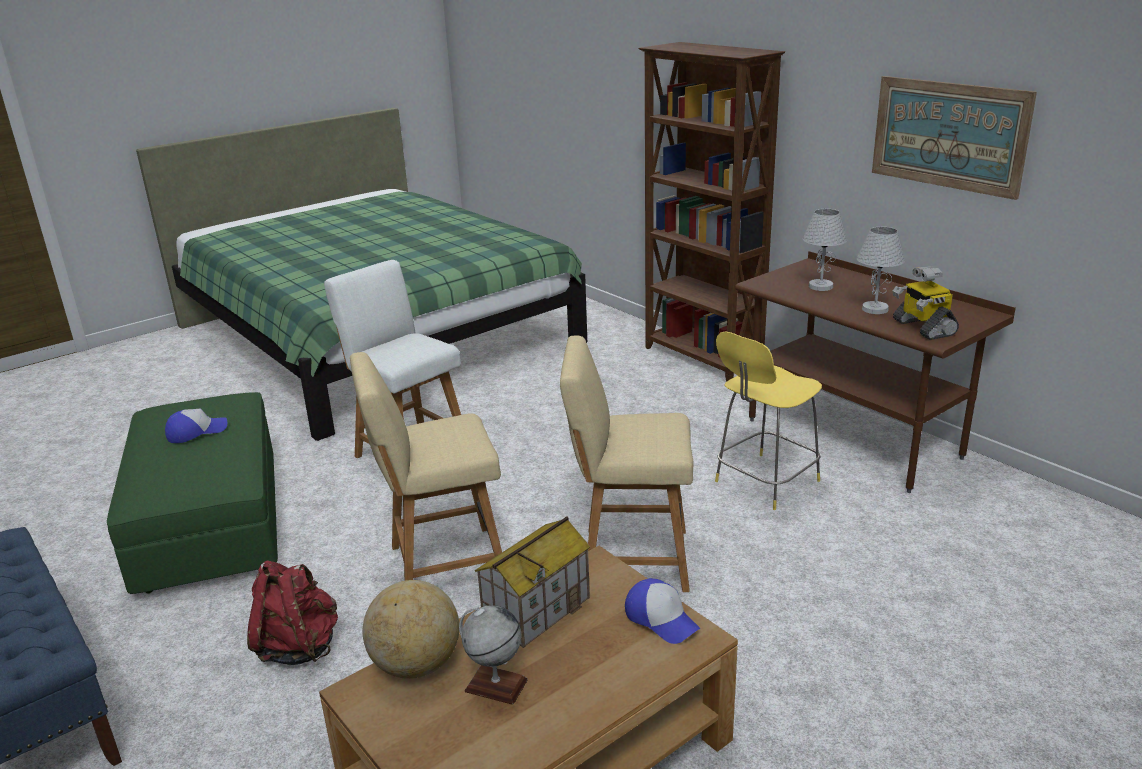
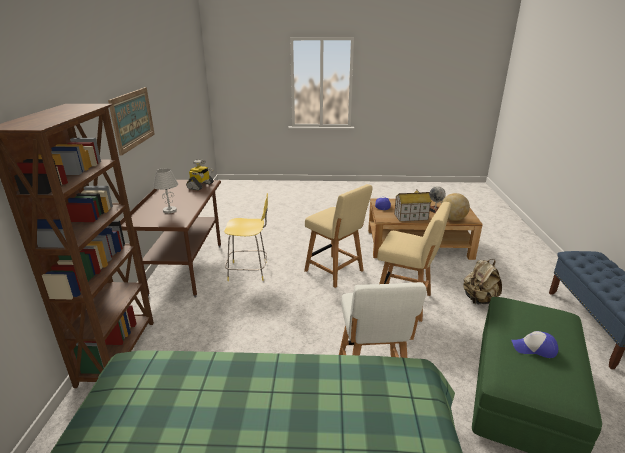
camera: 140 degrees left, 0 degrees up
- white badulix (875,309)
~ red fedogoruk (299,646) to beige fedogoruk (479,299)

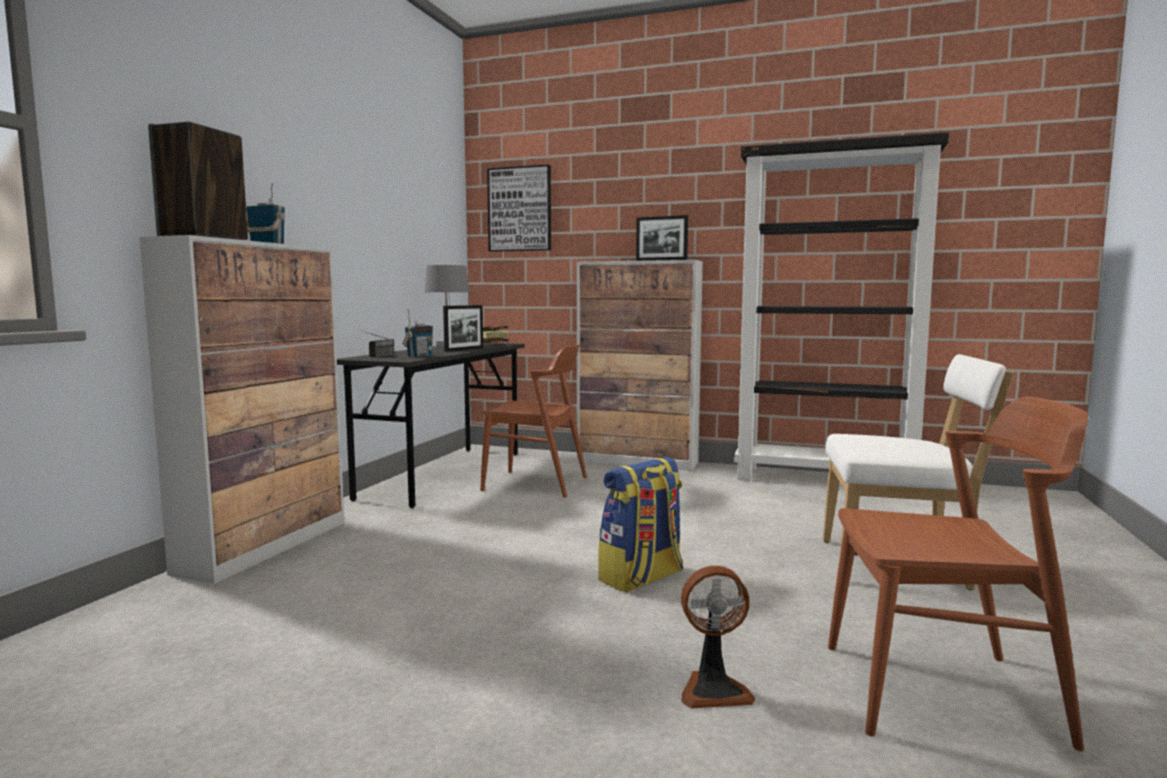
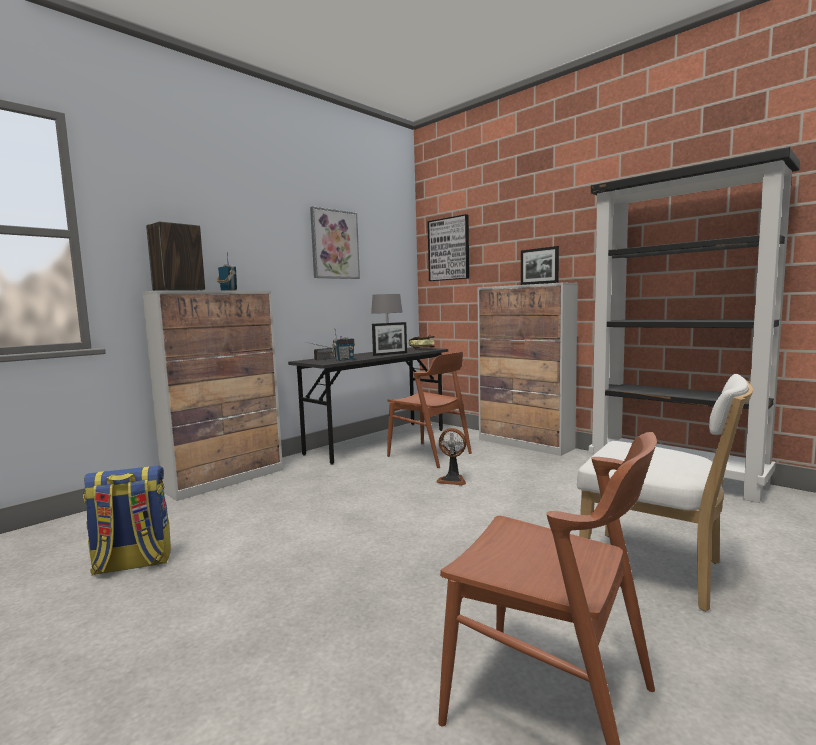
camera: 25 degrees right, 0 degrees up
+ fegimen (334,244)
~ fedogoruk (642,578) to (132,563)
~ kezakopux (713,690) to (452,480)

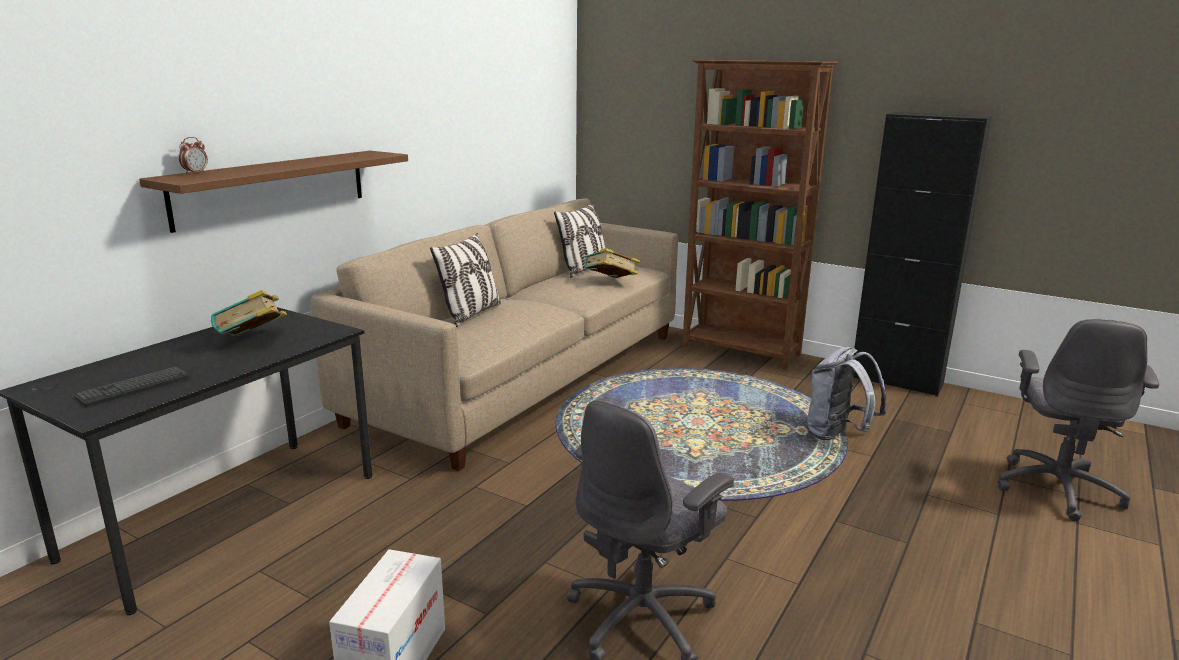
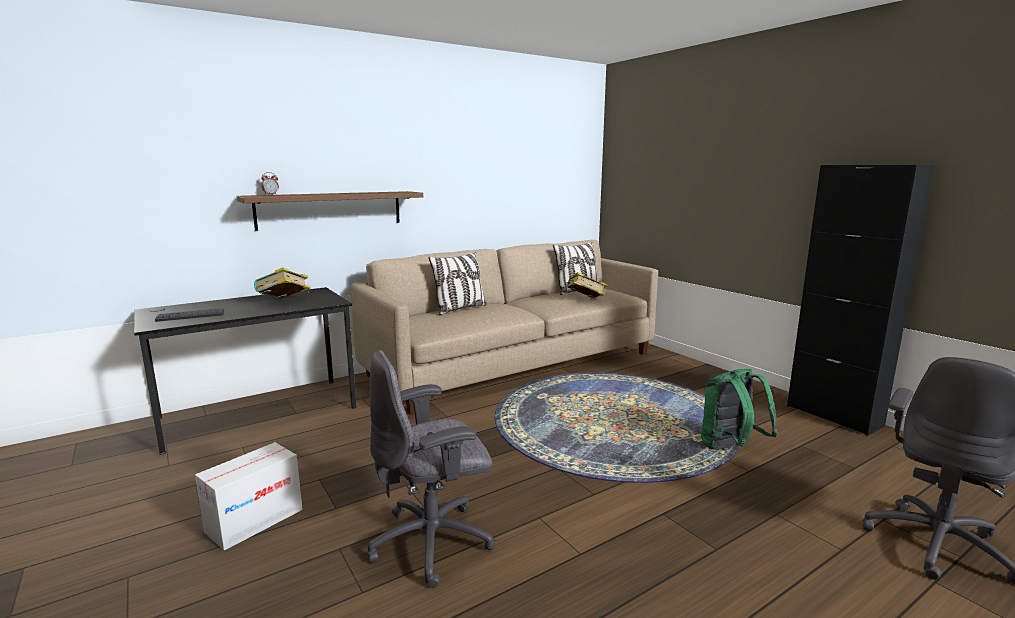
camera: 25 degrees right, 5 degrees down
- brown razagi (741,351)
~ grey fedogoruk (838,435) to green fedogoruk (730,448)

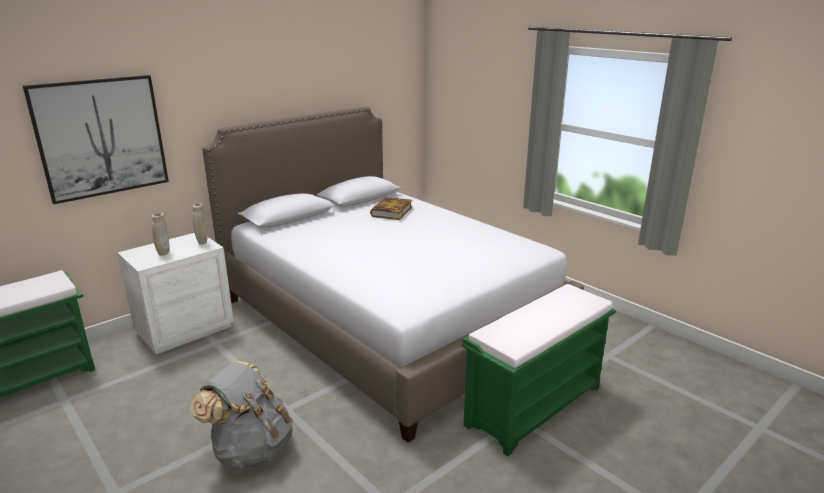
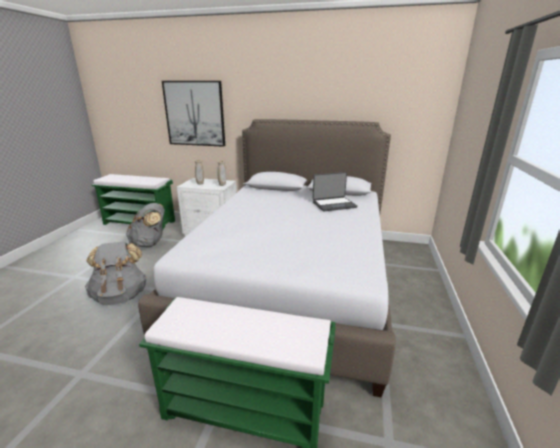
camera: 55 degrees right, 0 degrees up
+ grey fedogoruk (150,243)
~ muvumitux (391,212) to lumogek (334,204)

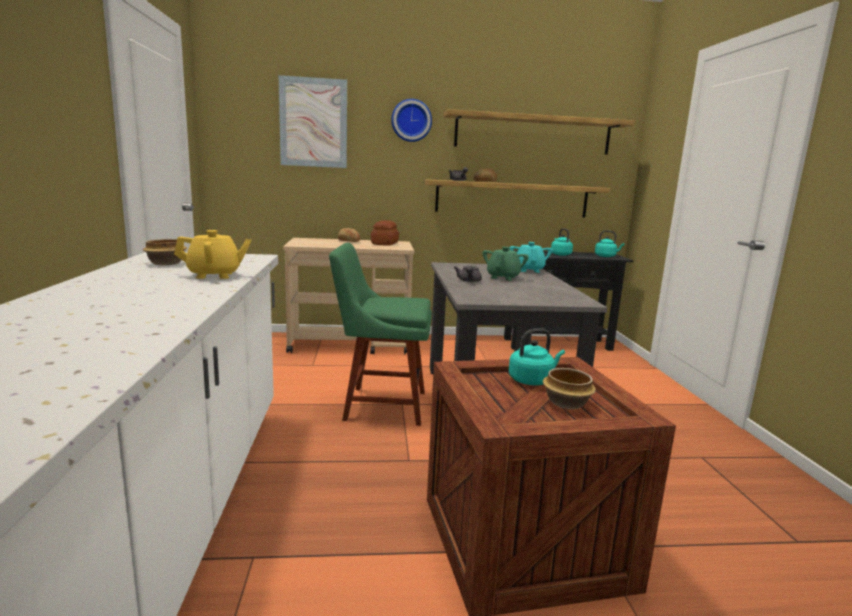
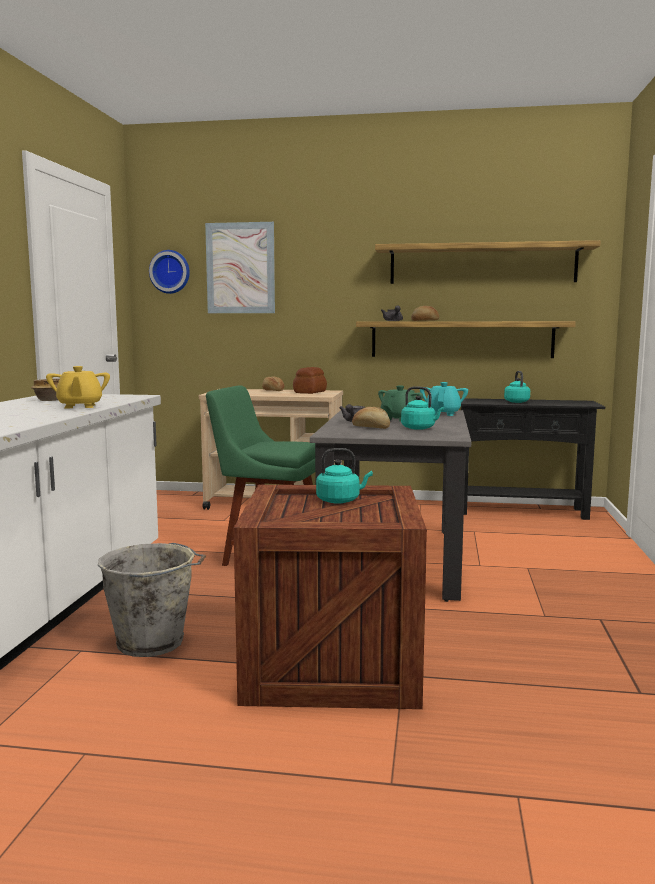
camera: 15 degrees right, 5 degrees down
- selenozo (566,403)
+ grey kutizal (153,642)
+ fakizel (371,427)
~ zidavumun (411,120) to (170,272)
~ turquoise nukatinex (606,256) to (420,428)
~ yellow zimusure (215,275) = (79,406) 75 degrees clockwise

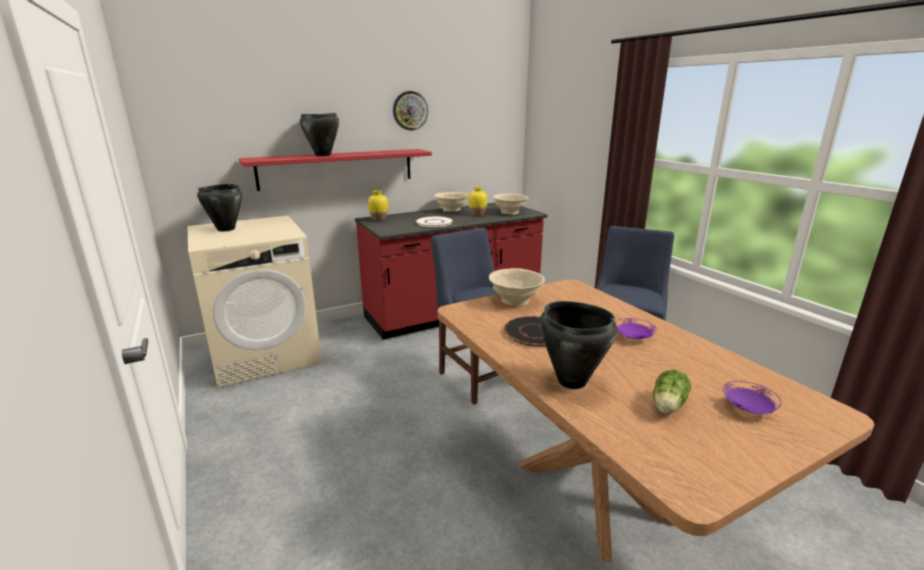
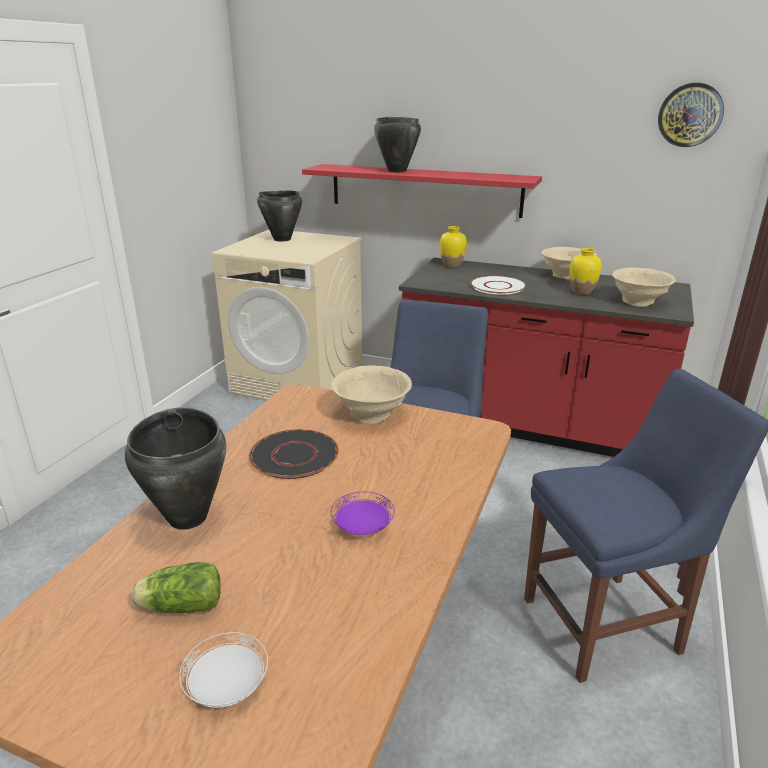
camera: 50 degrees right, 5 degrees up
~ zidavumun (410,110) to (690,115)
~ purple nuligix (747,409) to white nuligix (227,686)

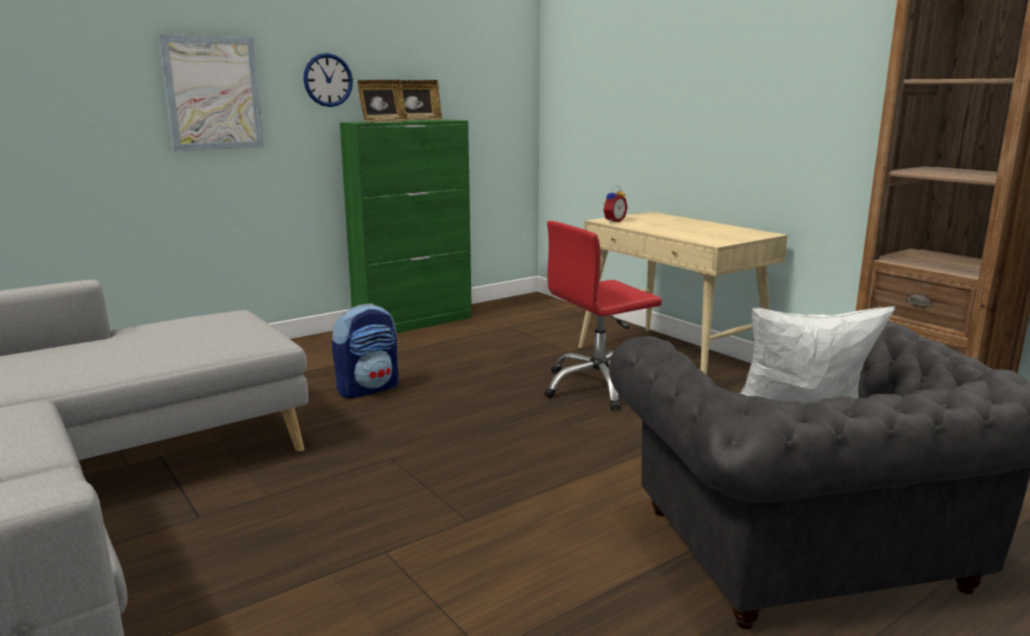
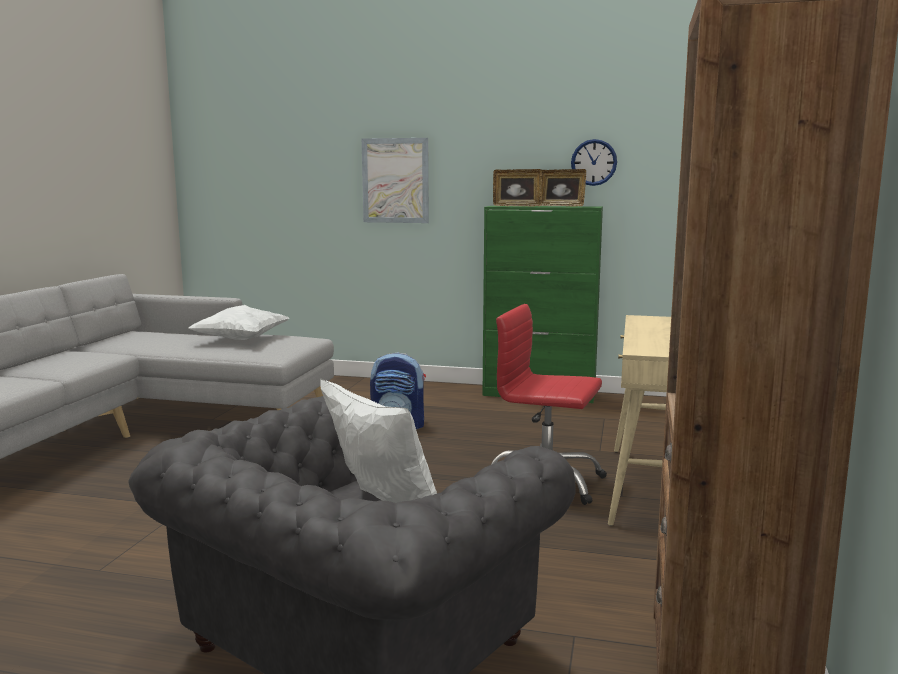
camera: 50 degrees right, 5 degrees down
- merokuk (613,221)
+ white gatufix (241,340)
~ zidavumun (328,80) to (594,162)

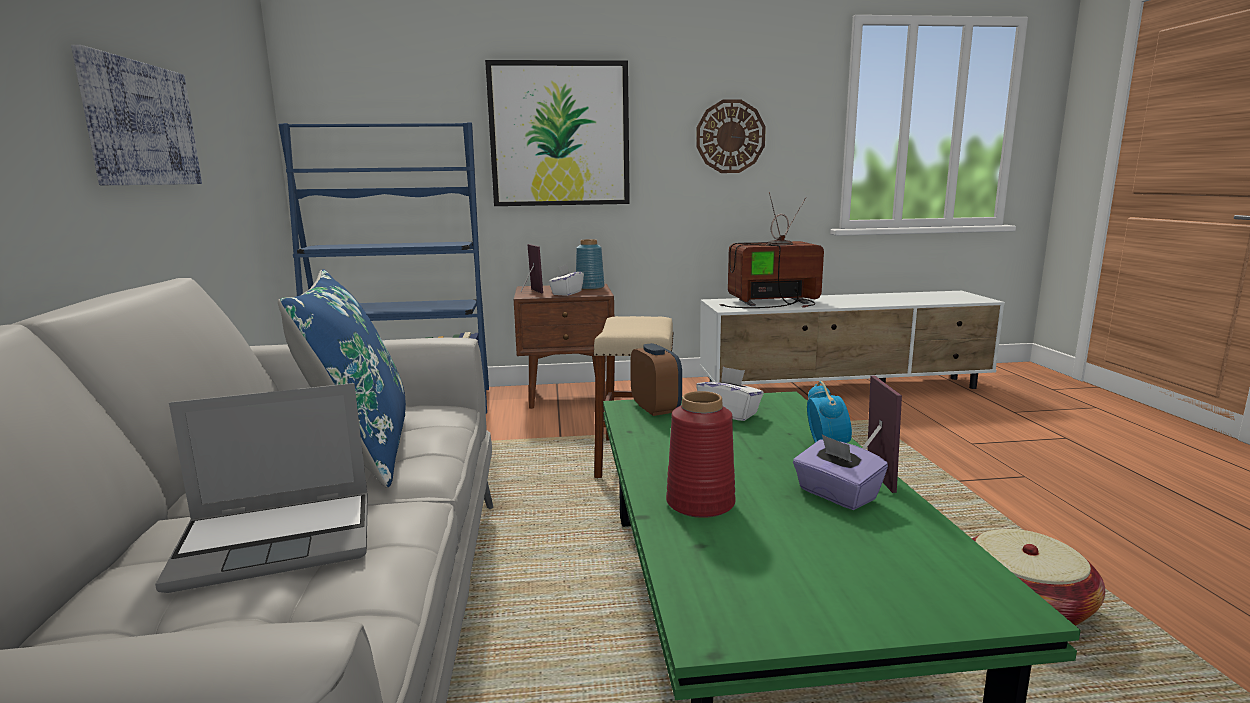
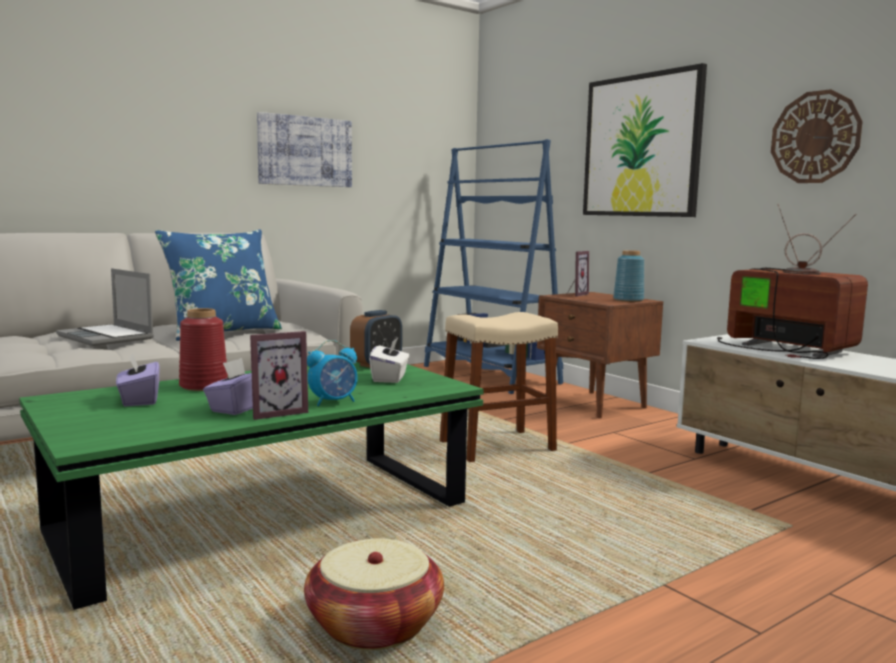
camera: 60 degrees right, 5 degrees down
- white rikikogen (566,293)
+ purple rikikogen (139,400)

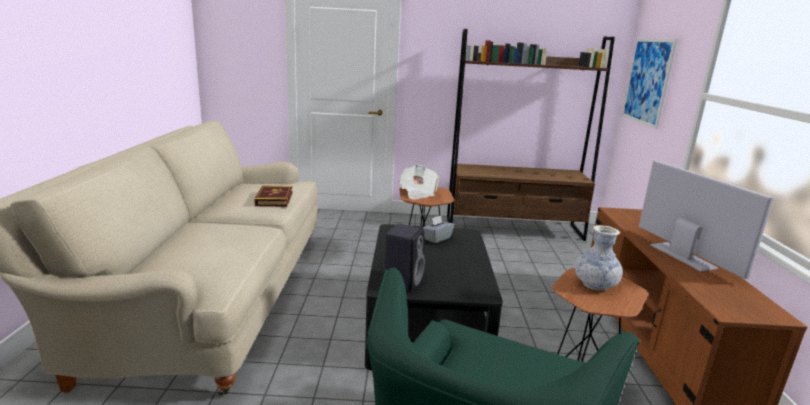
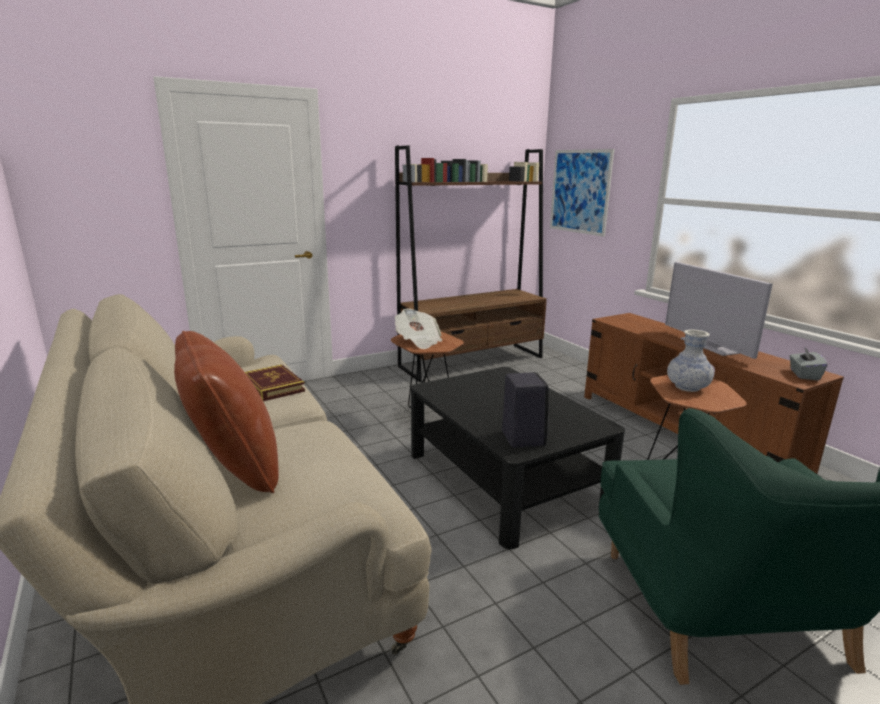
camera: 30 degrees left, 0 degrees up
+ brown gatufix (233,469)
~ grey rikikogen (436,238) to (803,374)
~ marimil (682,256) = (708,346) 150 degrees counterclockwise

